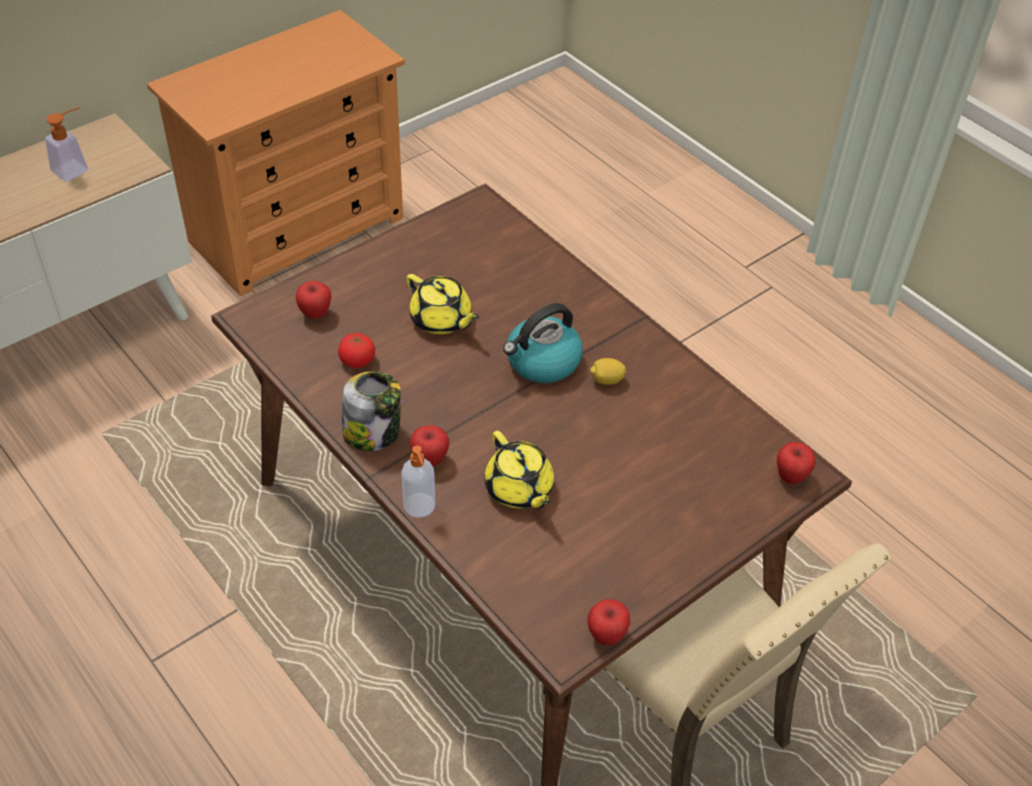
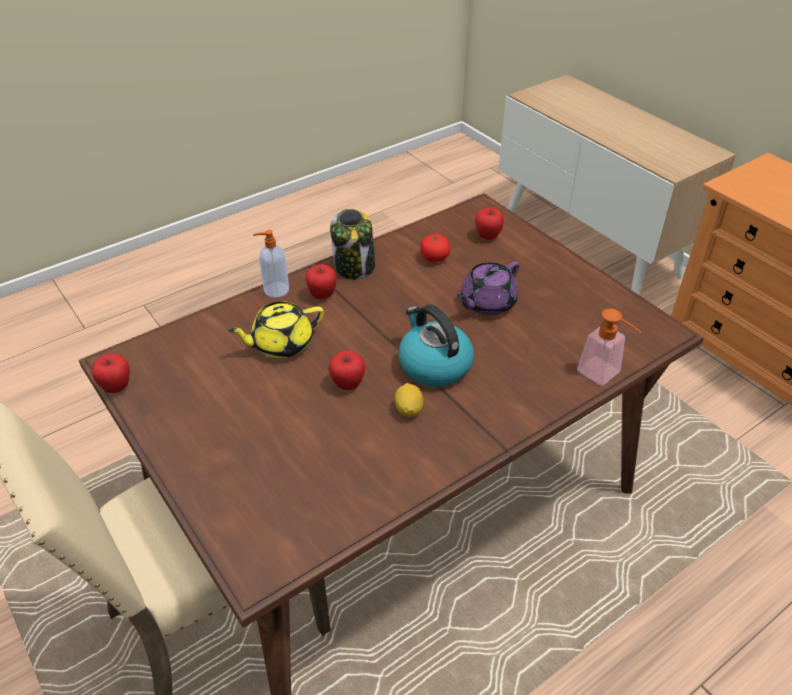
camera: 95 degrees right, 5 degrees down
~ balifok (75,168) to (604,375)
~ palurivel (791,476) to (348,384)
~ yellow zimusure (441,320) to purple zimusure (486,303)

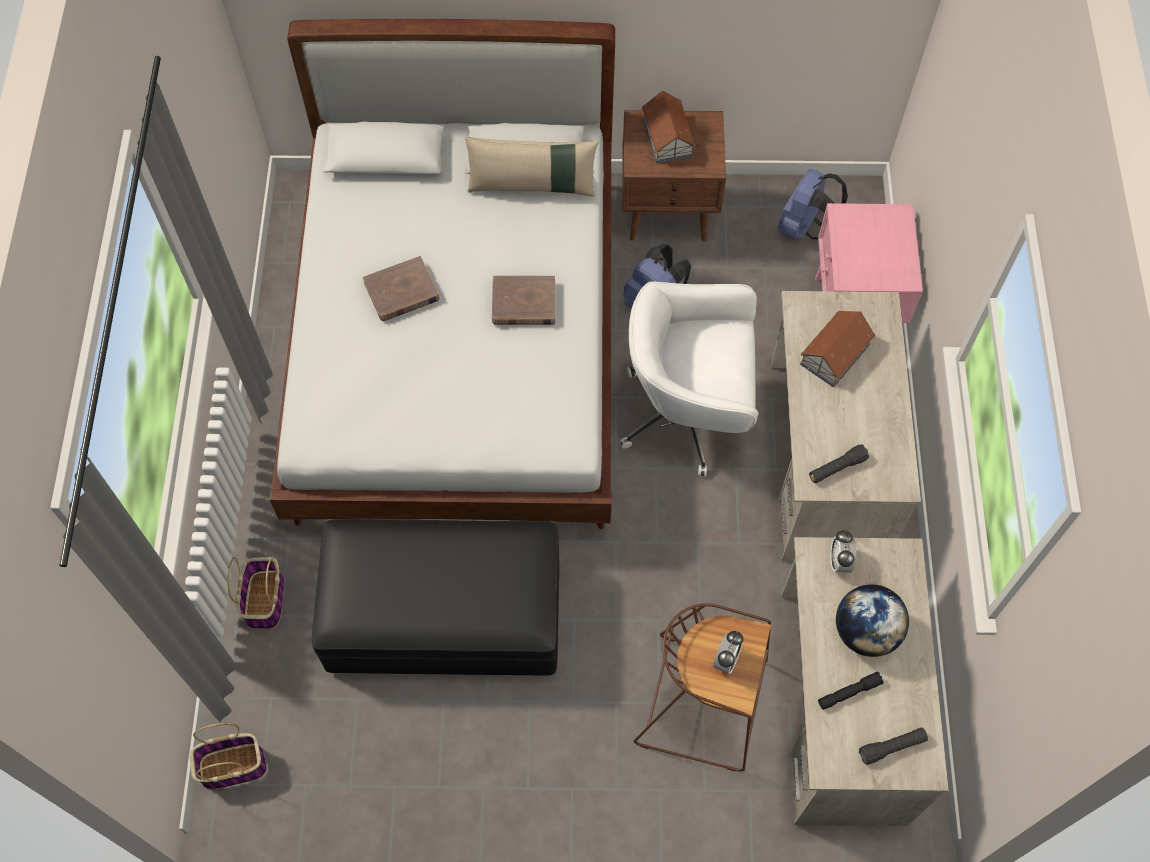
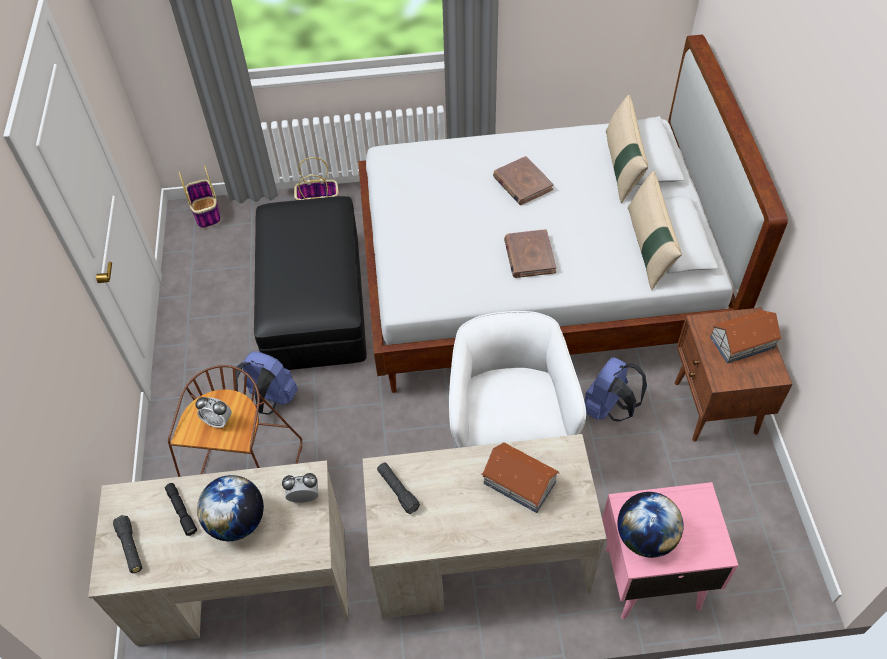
camera: 85 degrees right, 10 degrees down
+ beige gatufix (622,167)
+ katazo (645,537)
~ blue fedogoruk (805,227) to (270,400)

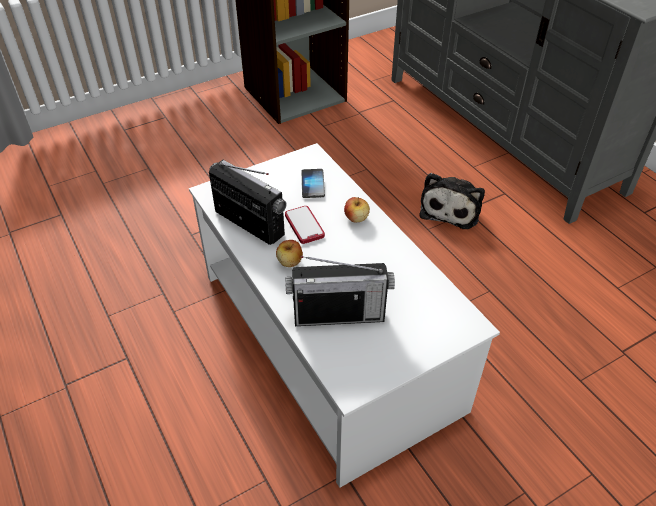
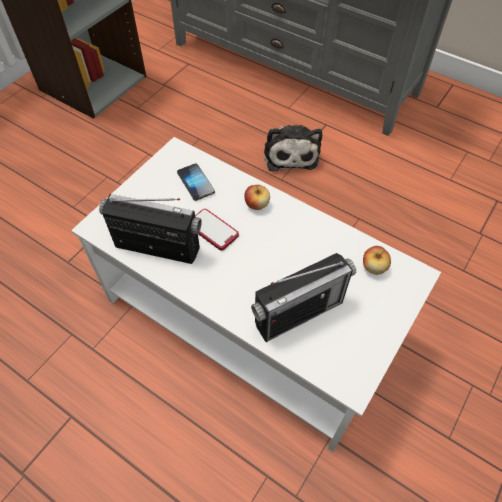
camera: 25 degrees left, 10 degrees up
~ palurivel (290,262) to (374,267)

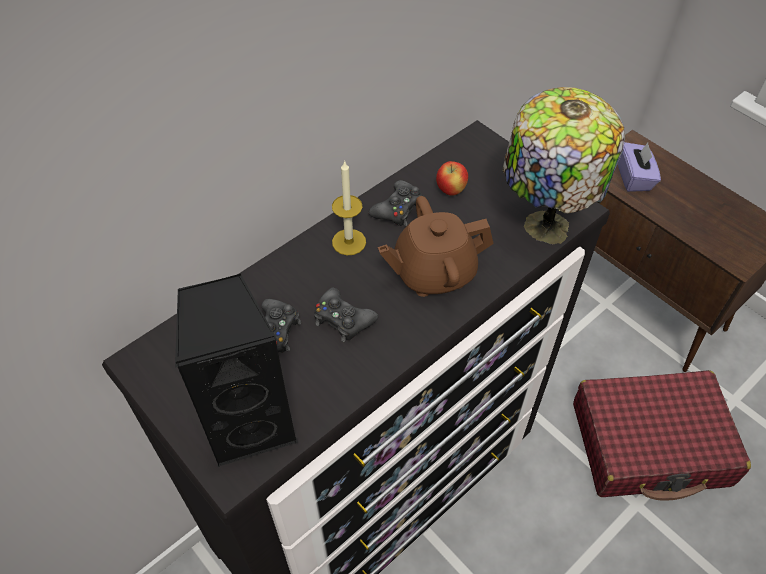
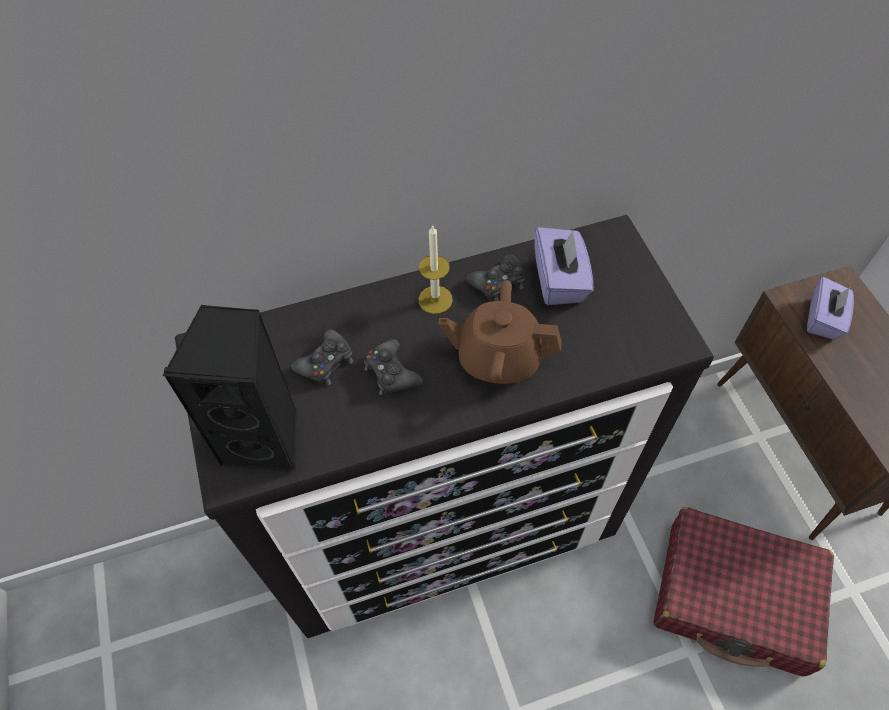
camera: 25 degrees right, 5 degrees up
- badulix (542,227)
~ palurivel (451,190) to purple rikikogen (559,280)

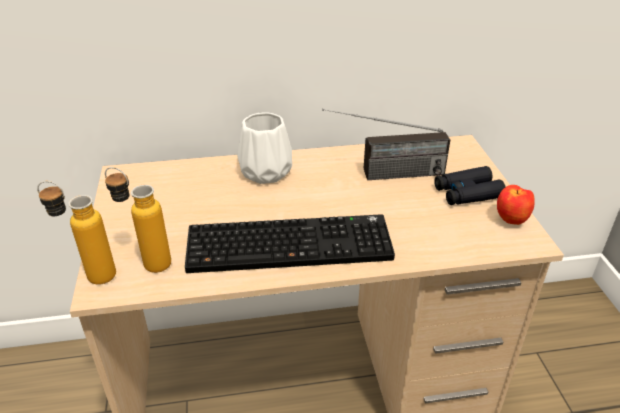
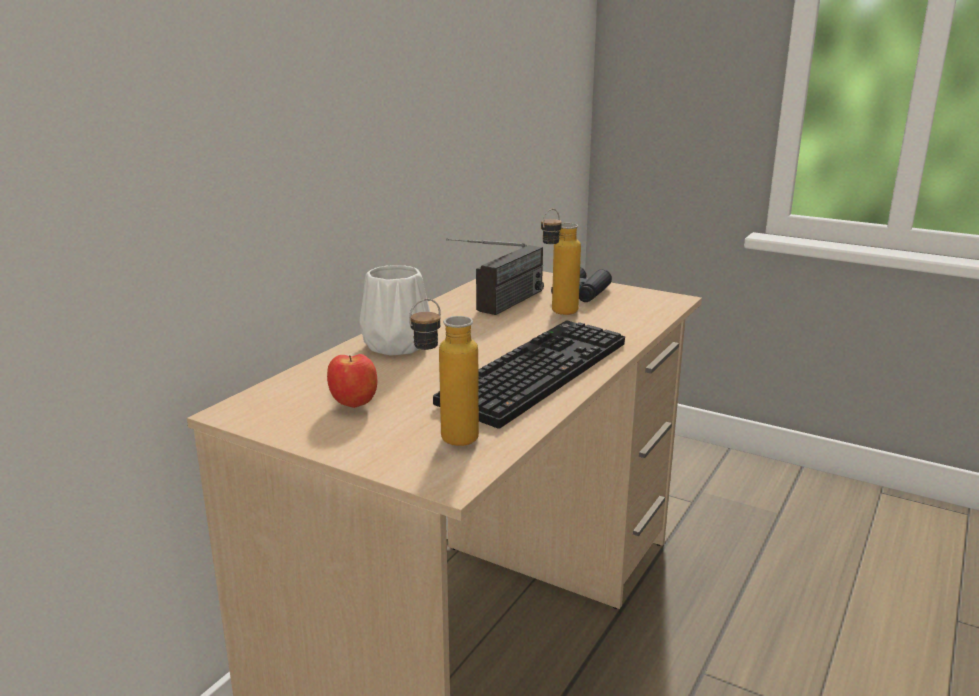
camera: 50 degrees left, 15 degrees down
~ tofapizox (90,275) to (557,313)
~ palurivel (511,221) to (354,404)

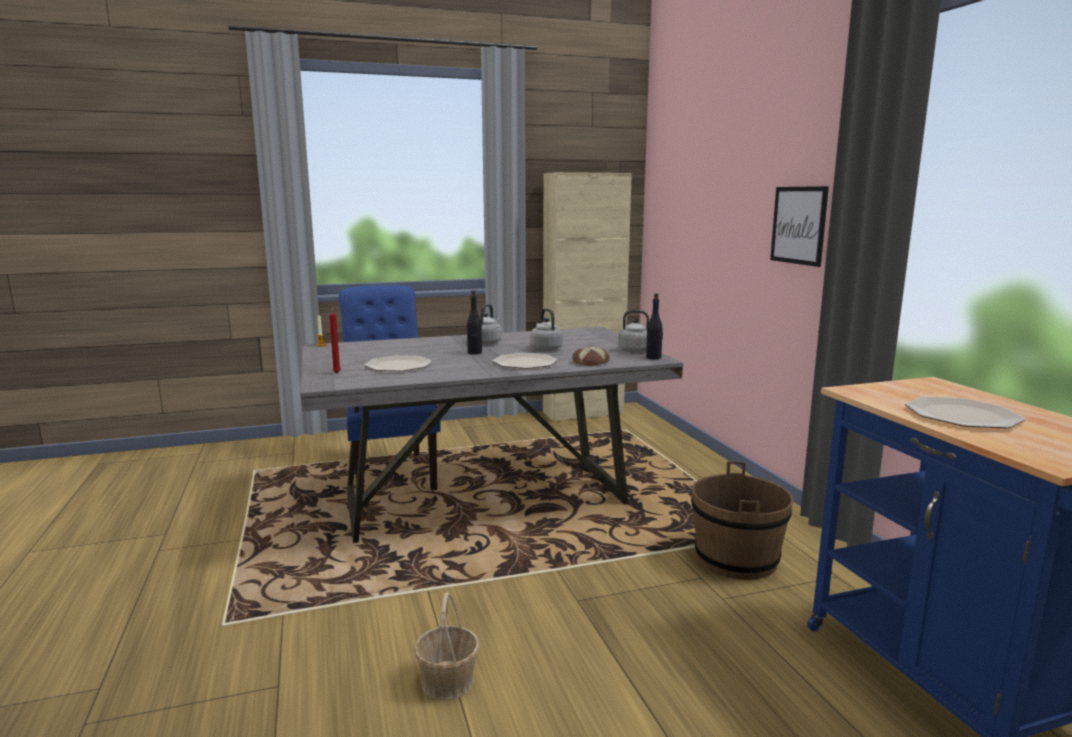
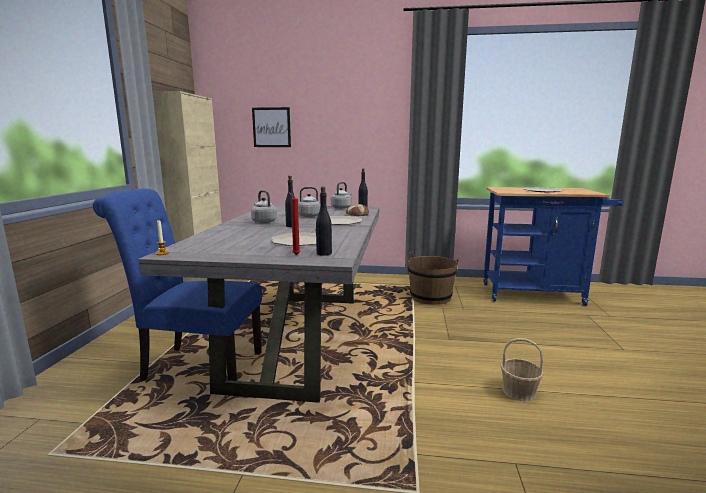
camera: 65 degrees left, 0 degrees up
+ black tofapizox (324,253)
~ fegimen (798,225) to (271,127)

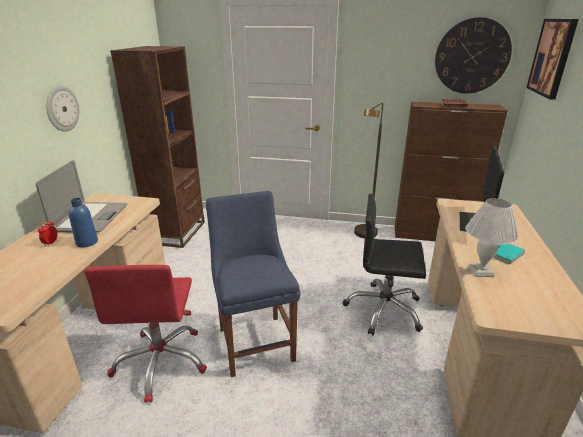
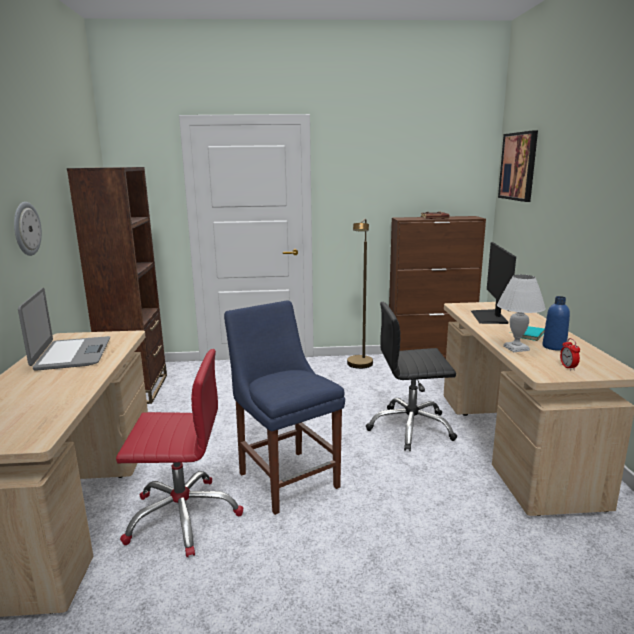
camera: 15 degrees left, 10 degrees down
- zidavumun (472,56)
~ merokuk (51,243) to (568,367)
~ blue tofapizox (87,242) to (554,347)
~ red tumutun (161,362) = (183,516) 75 degrees counterclockwise

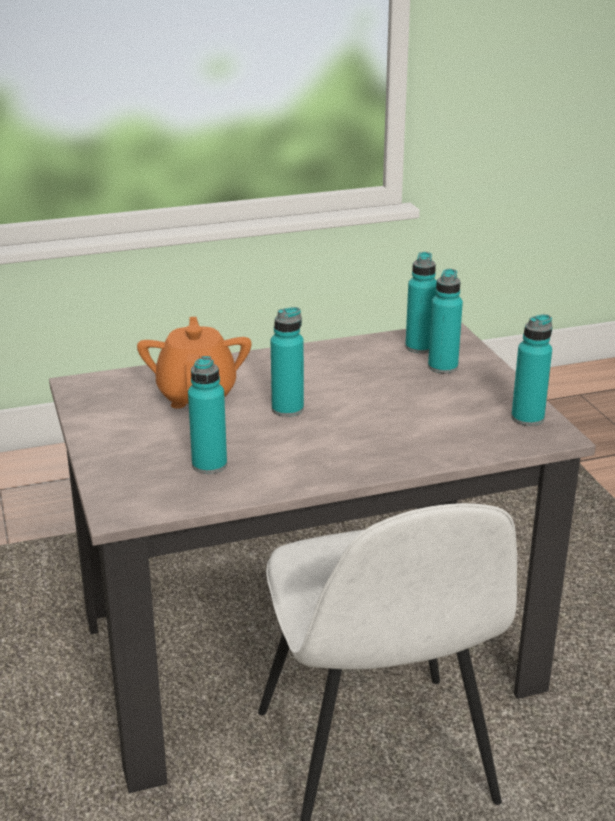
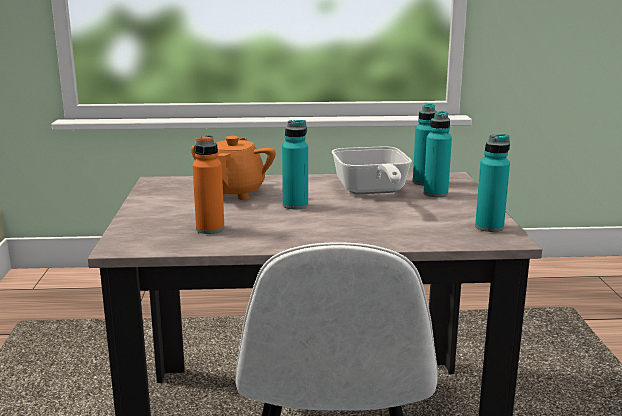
camera: 15 degrees right, 10 degrees down
+ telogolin (371,191)
~ turquoise tofapizox (209,465) to orange tofapizox (210,229)

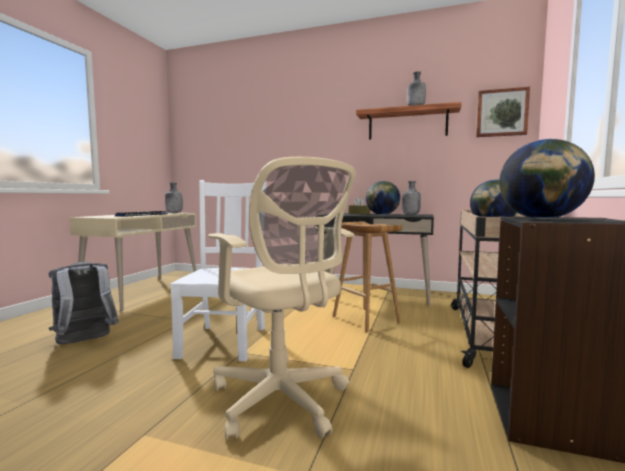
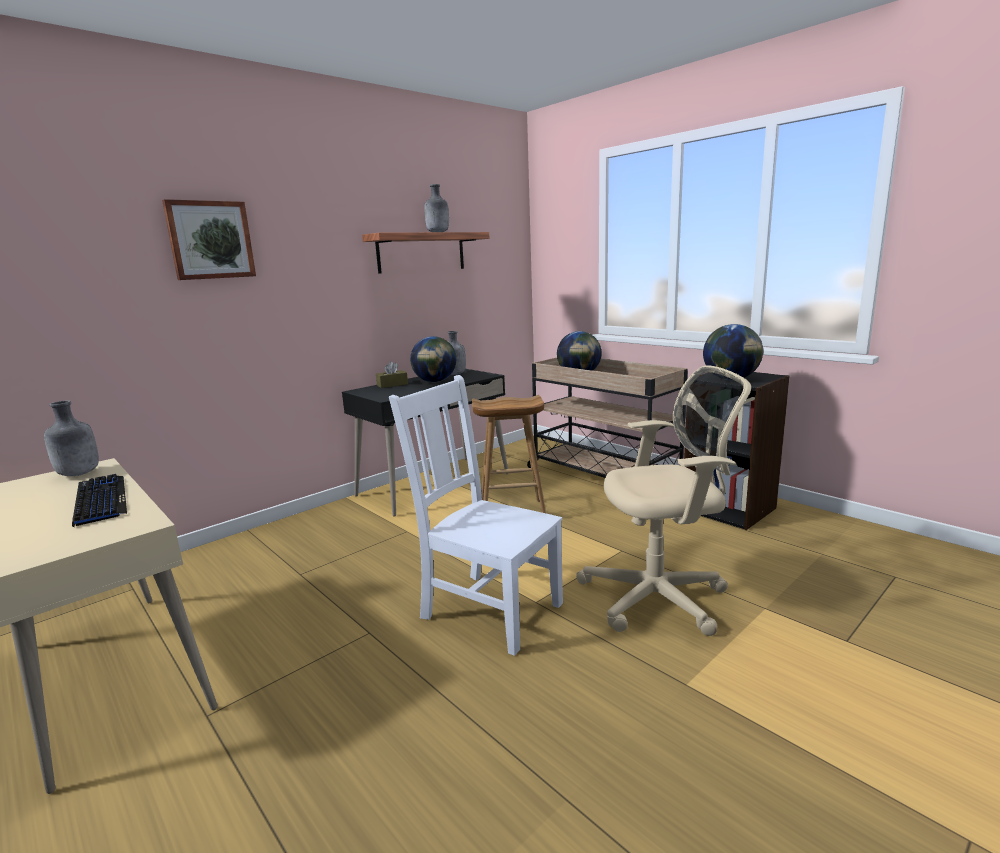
camera: 60 degrees left, 10 degrees up
- grey fedogoruk (85,342)
~ fegimen (501,113) to (210,240)

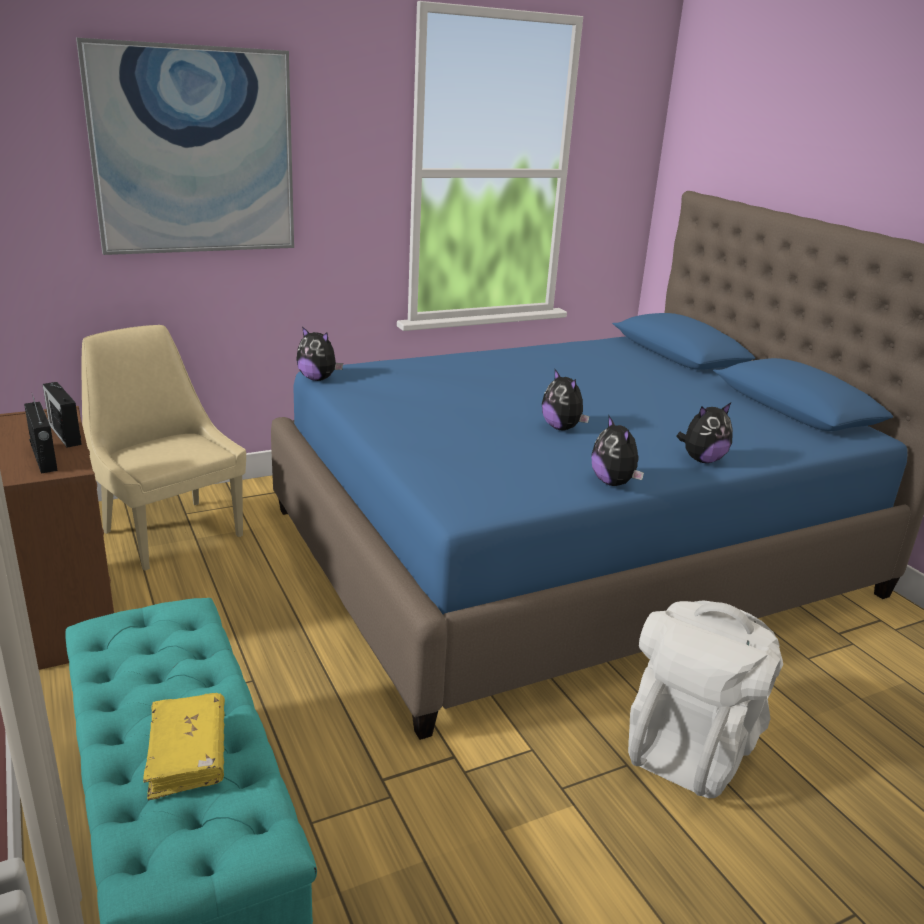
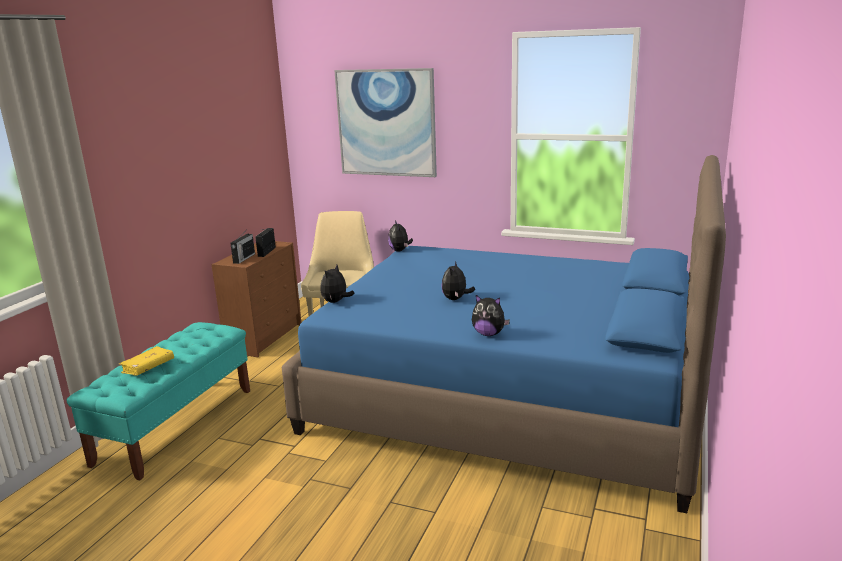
camera: 50 degrees right, 5 degrees down
- white fedogoruk (690,746)
~ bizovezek (614,483) to (336,302)

